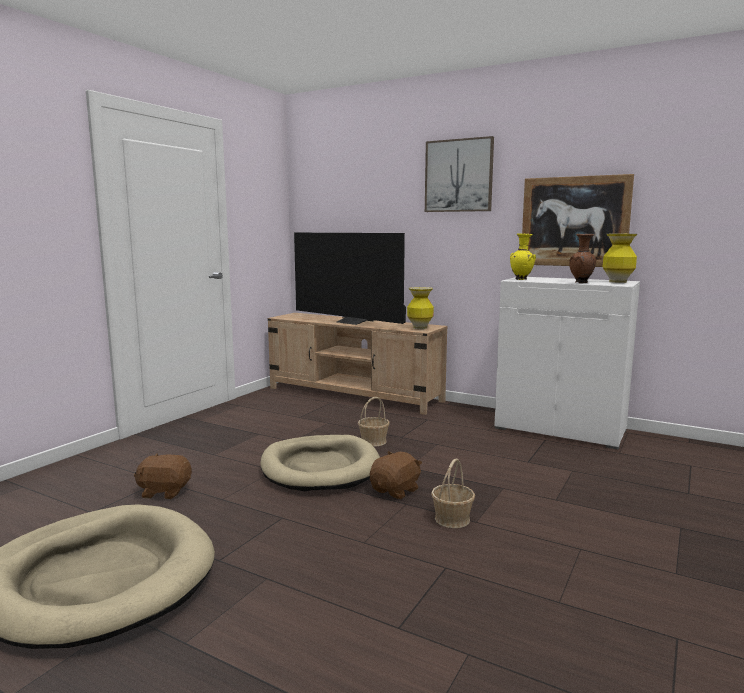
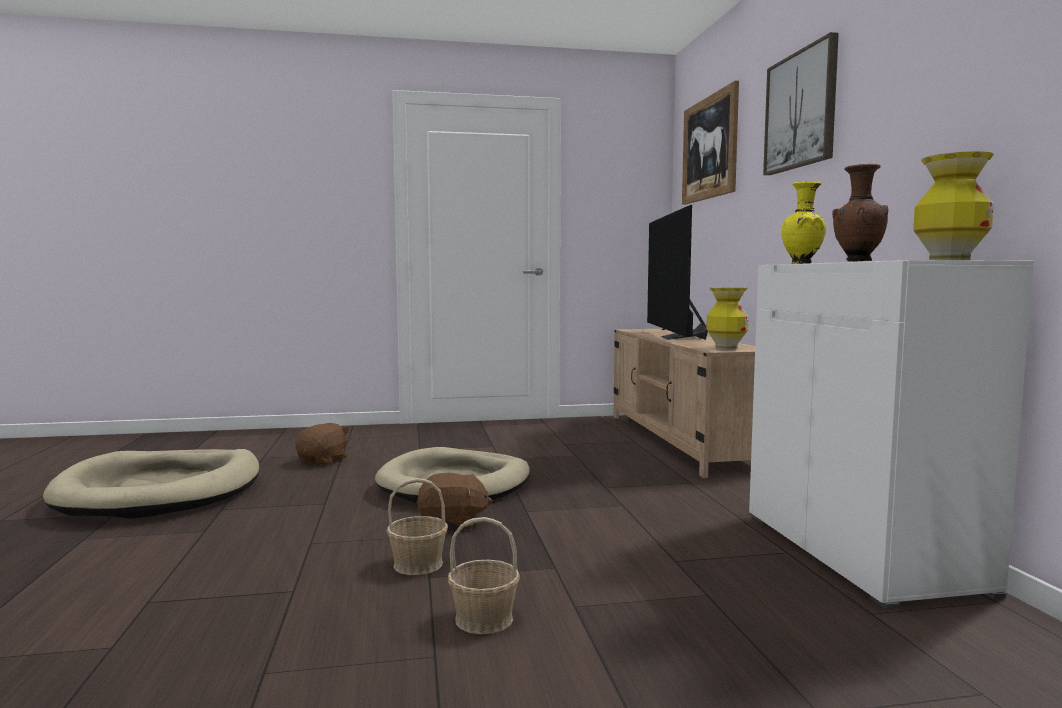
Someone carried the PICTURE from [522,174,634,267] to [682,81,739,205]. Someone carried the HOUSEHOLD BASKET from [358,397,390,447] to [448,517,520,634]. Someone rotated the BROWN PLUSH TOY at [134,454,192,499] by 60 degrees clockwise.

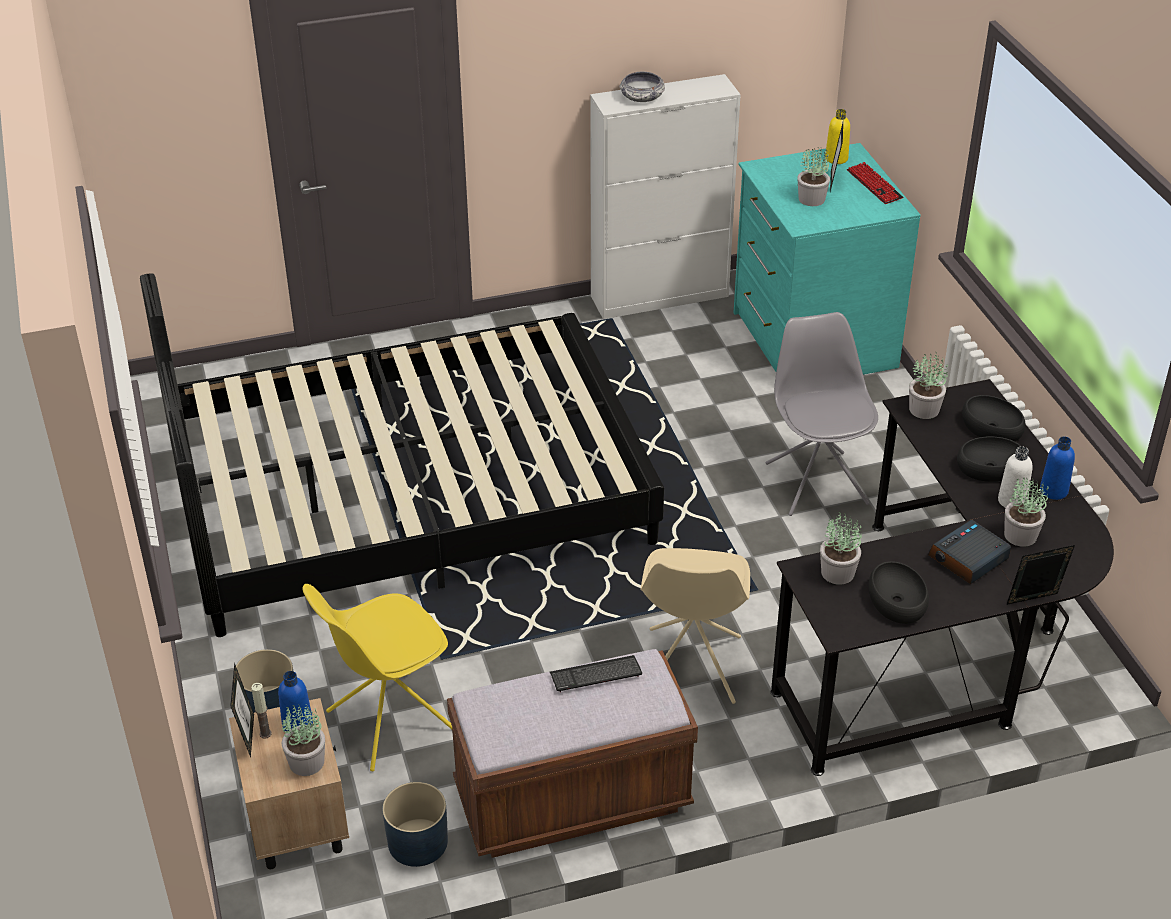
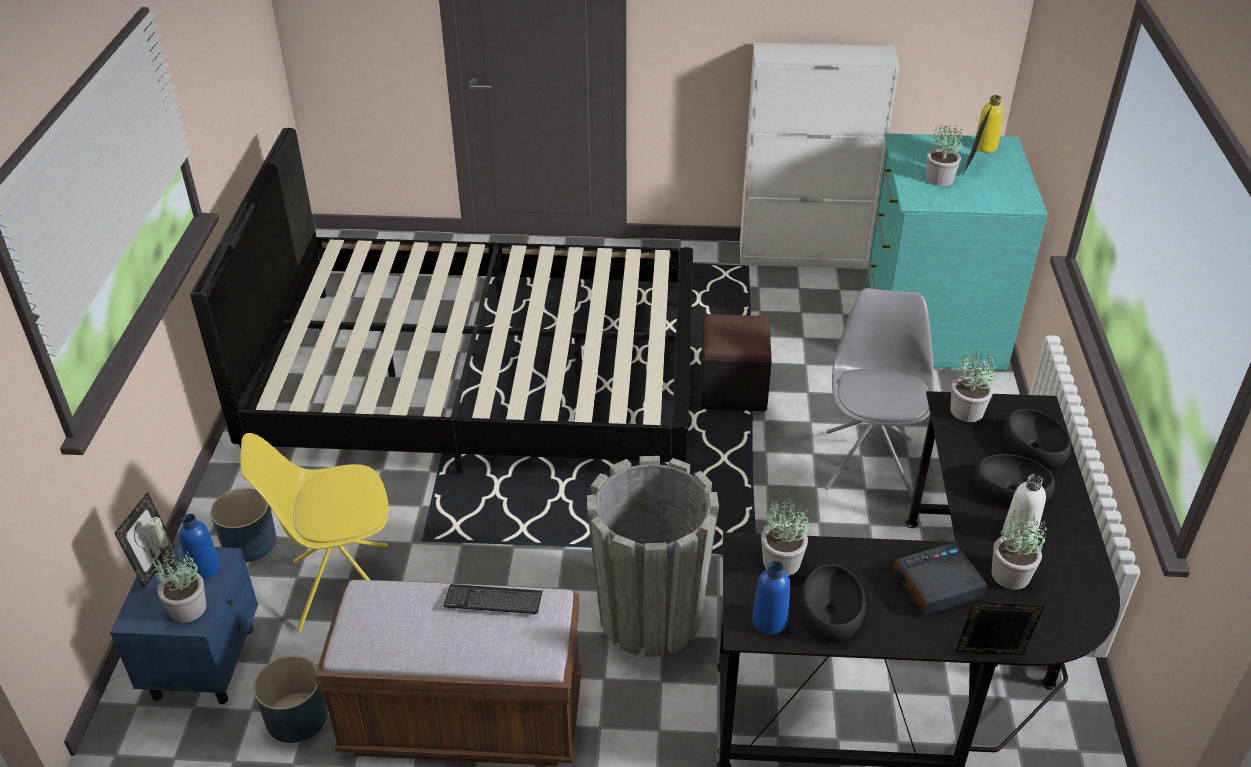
Someone took away the DEEP DISH at [620,72,665,102]. Someone took away the KEYBOARD at [847,162,903,204]. Someone carried the BLUE BEVERAGE BOTTLE from [1040,436,1075,500] to [752,561,790,634]. Someone swapped the SAND-COLOURED UPRIGHT CHAIR at [640,548,750,704] for the GRAY PLANTER at [587,456,719,657]. Someone repainted the SAND-COLOURED NIGHT TABLE at [229,698,349,869], which became the BLUE NIGHT TABLE at [110,545,258,704]. Someone put down the BLACK POUFFE at [700,314,772,411].

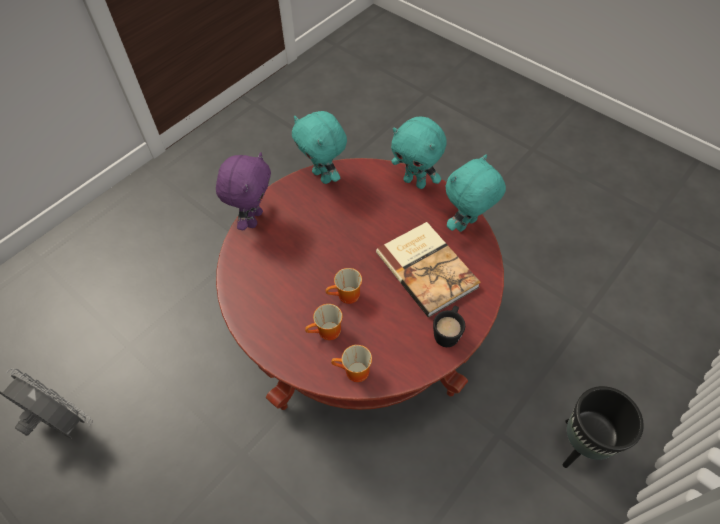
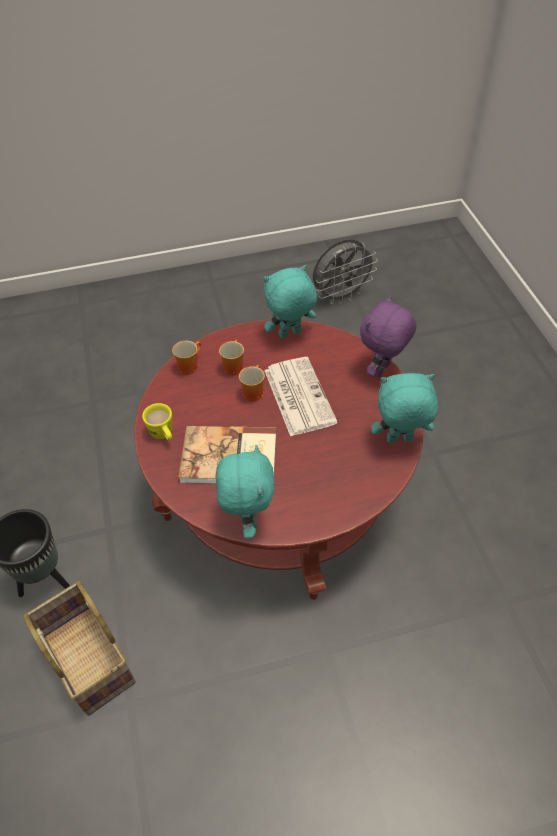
Someone carried the TURQUOISE-COLOURED PLUSH TOY from [391,117,447,189] to [264,265,317,338]. Someone rotated the PURPLISH PLUSH TOY at [216,152,271,230] by 75 degrees clockwise. Someone repainted the BLACK MUG at [433,306,465,347], which became the YELLOW MUG at [142,403,172,441]. Someone put down the PRINTED PAPER at [264,357,338,437]. Someone put down the HOUSEHOLD BASKET at [24,581,136,716].

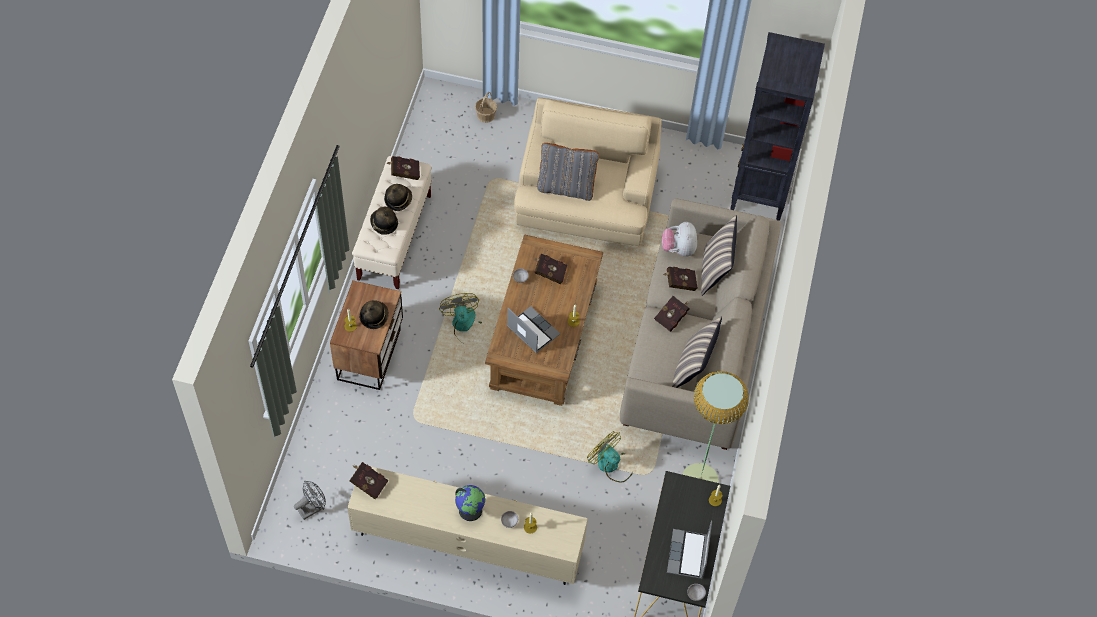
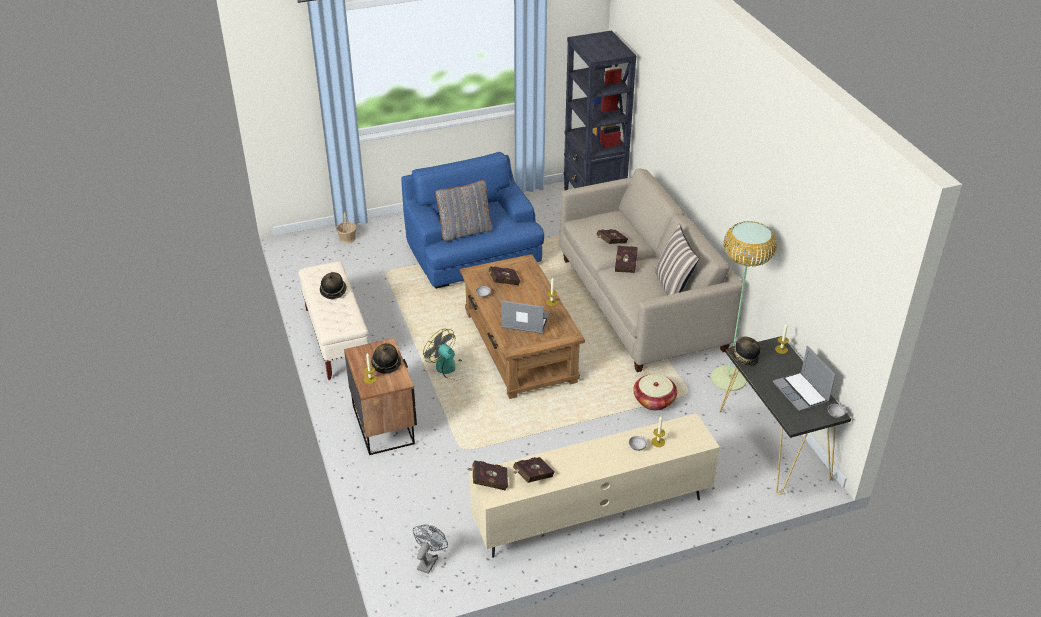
Someone repainted the SAND-COLOURED EASY CHAIR at [514,97,661,246], which became the BLUE EASY CHAIR at [401,152,544,289]. Someone carried the REDDISH VOLUME from [387,156,420,180] to [513,457,555,483]. Someone carried the WEARABLE HAT from [370,206,398,235] to [728,337,760,366]. Someone took away the THROW PILLOW at [701,215,737,296]. Someone took away the PLUSH TOY at [662,222,697,257]. Someone swapped the COOLING FAN at [587,431,633,483] for the HOUSEHOLD BASKET at [633,374,677,410]. Someone took away the WORLD GLOBE at [455,485,485,521].

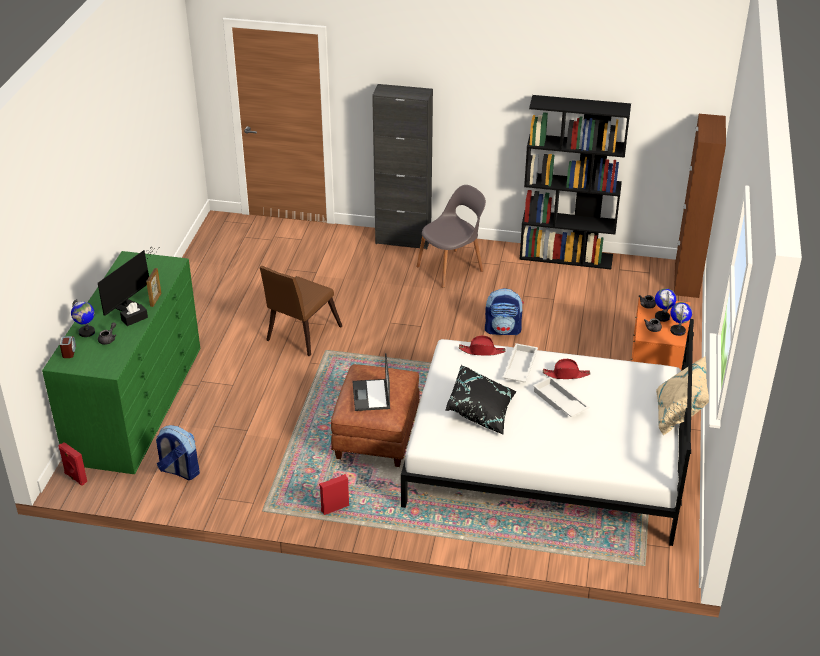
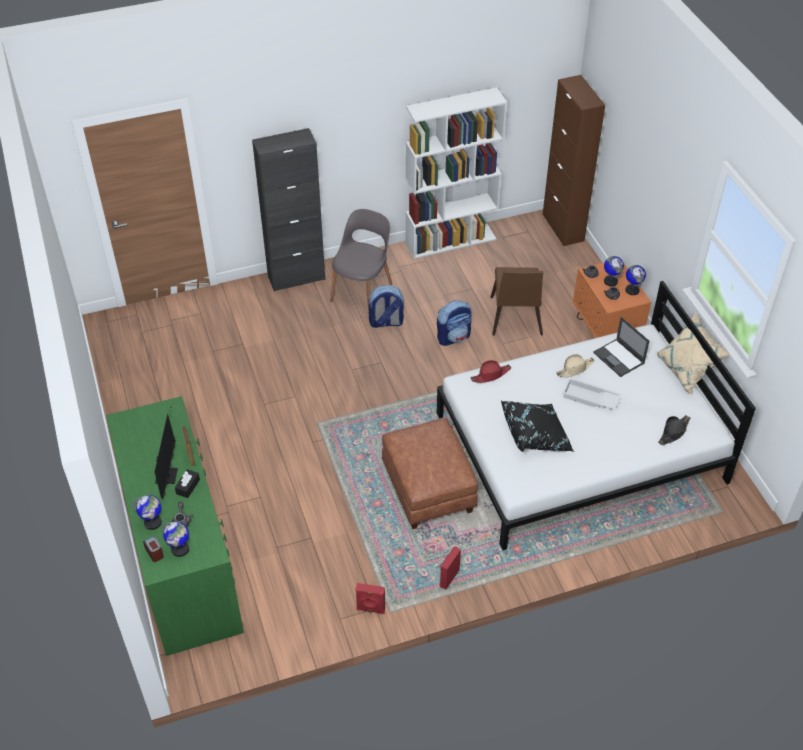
Someone repainted the BLACK SHELVING UNIT at [519,95,631,269], which became the WHITISH SHELVING UNIT at [405,87,507,259]. Someone carried the BROWN UPRIGHT CHAIR from [260,266,342,357] to [491,267,543,336]. Someone took away the WHITISH TRAY at [503,343,538,383]. Someone carried the NOTEBOOK COMPUTER from [353,353,390,411] to [593,317,649,377]. Someone repainted the REDDISH WEARABLE HAT at [543,359,590,379], which became the SAND-COLOURED WEARABLE HAT at [556,354,594,377]. Someone carried the BACKPACK from [156,425,200,480] to [368,285,404,328]. Someone carried the REDDISH SPEAKER from [59,442,87,486] to [355,583,385,614]. Someone put down the BLACK WEARABLE HAT at [658,415,690,445]. Someone put down the WORLD GLOBE at [162,522,189,557].

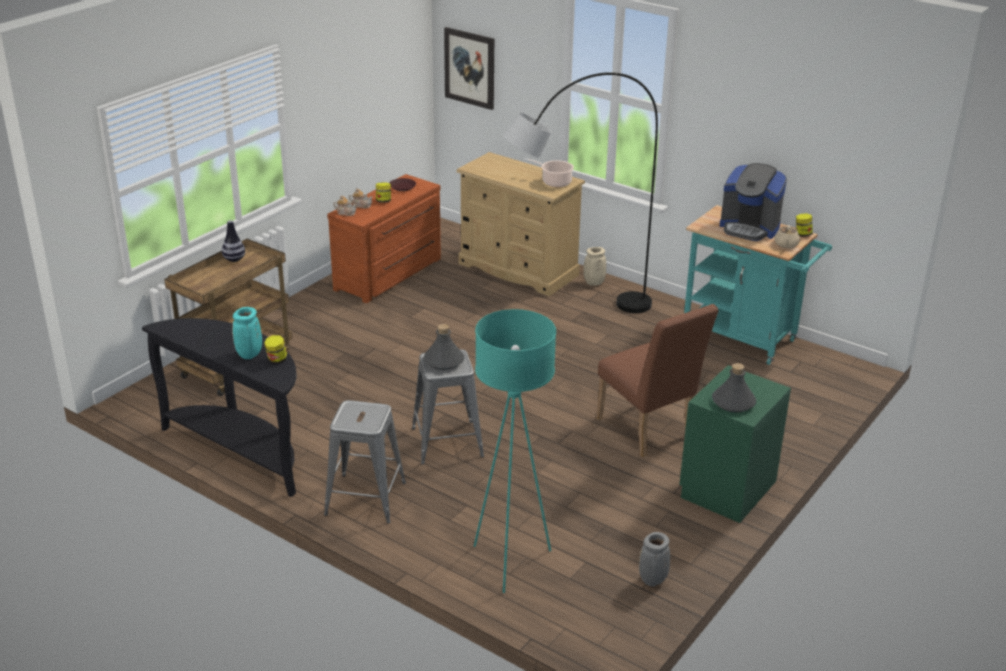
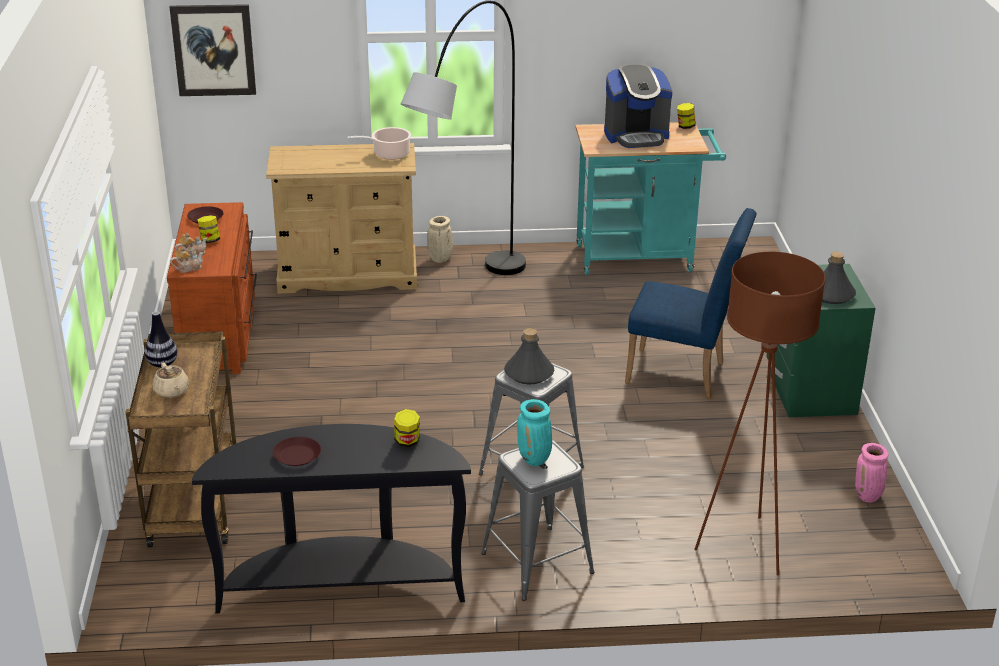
Someone carried the SAND-COLOURED POT FOR TEA from [774,225,800,248] to [153,363,189,398]. Someone repainted the BROWN UPRIGHT CHAIR at [596,304,719,457], which became the BLUE UPRIGHT CHAIR at [625,208,757,398]. Someone carried the TURQUOISE-COLOURED VASE from [232,307,262,359] to [517,399,552,466]. Someone repainted the TURQUOISE-COLOURED STANDARD LAMP at [474,309,556,593], which became the BROWN STANDARD LAMP at [694,252,826,576]. Someone repainted the GRAY VASE at [639,532,670,587], which became the PINK VASE at [855,443,888,503]. Someone put down the BROWN FLAT DISH at [273,437,321,466].

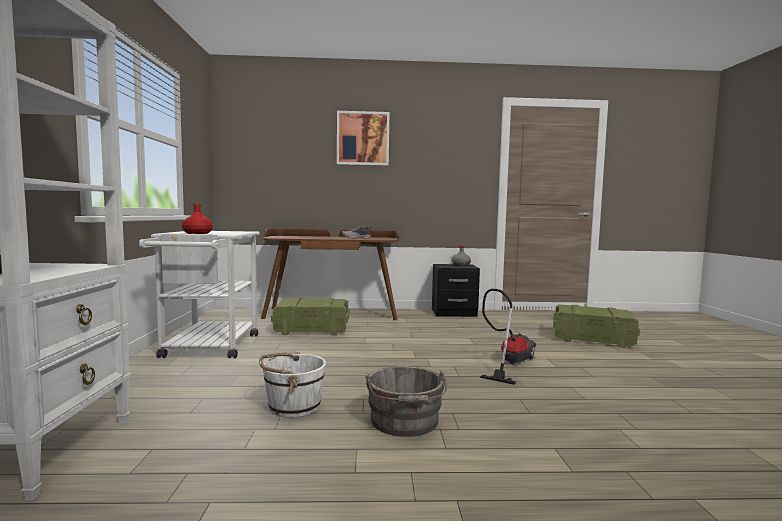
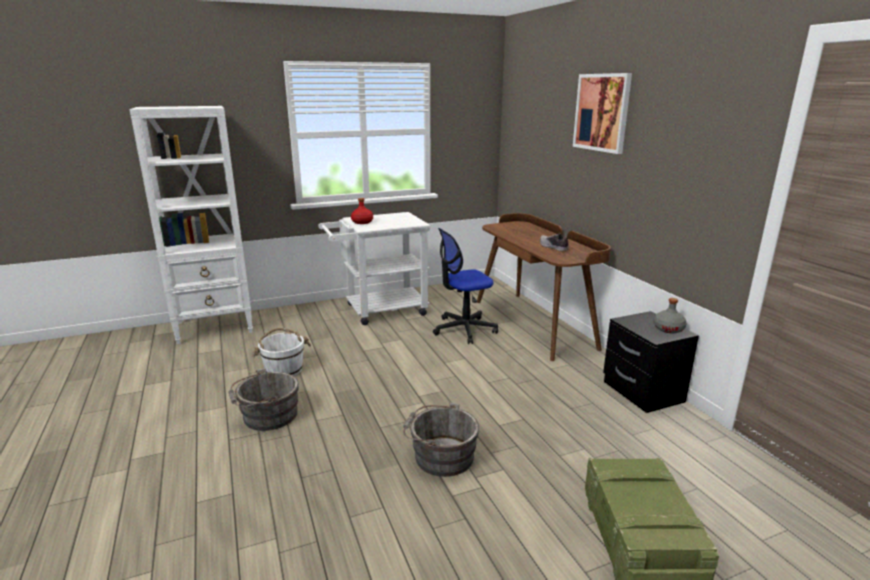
Someone swapped the VACUUM at [480,289,536,385] for the GRAY WATER BUCKET at [403,402,479,477]. Someone swapped the SHIPPING CRATE at [271,298,350,336] for the OFFICE CHAIR at [433,228,498,344].

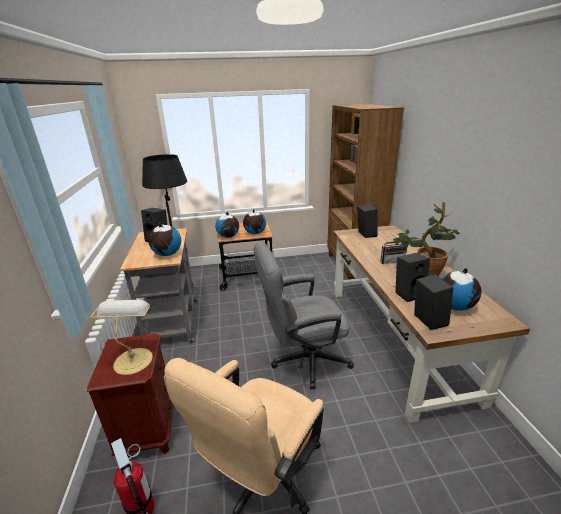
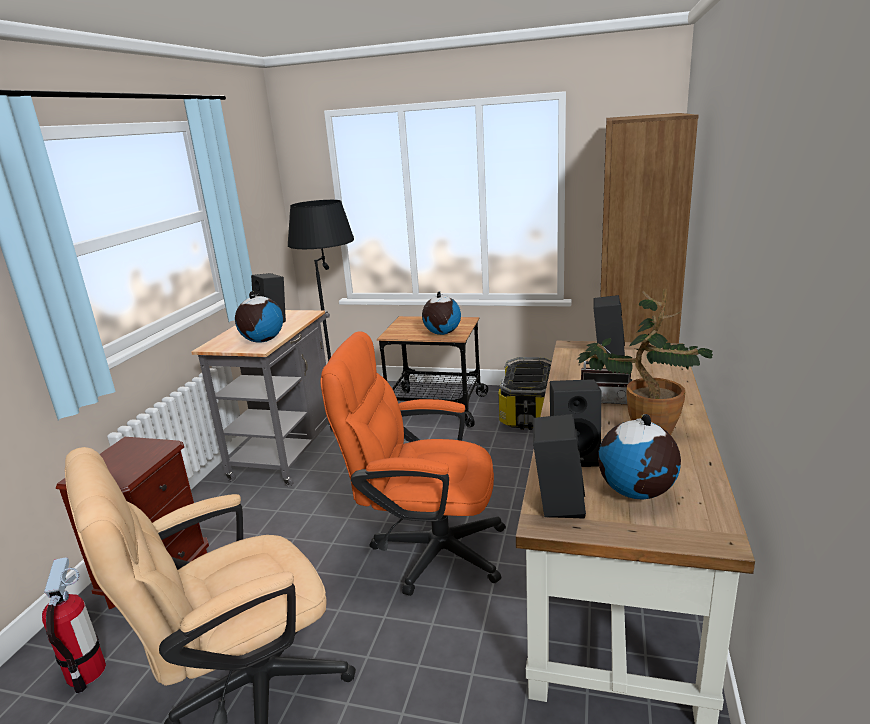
Someone took away the WORLD GLOBE at [215,212,239,238]. Someone repainted the GRAY OFFICE CHAIR at [254,242,354,389], which became the ORANGEY OFFICE CHAIR at [320,331,506,596]. Someone took away the LAMP FOR A TABLE at [90,300,153,375]. Someone put down the STORAGE BOX at [498,357,552,430].

